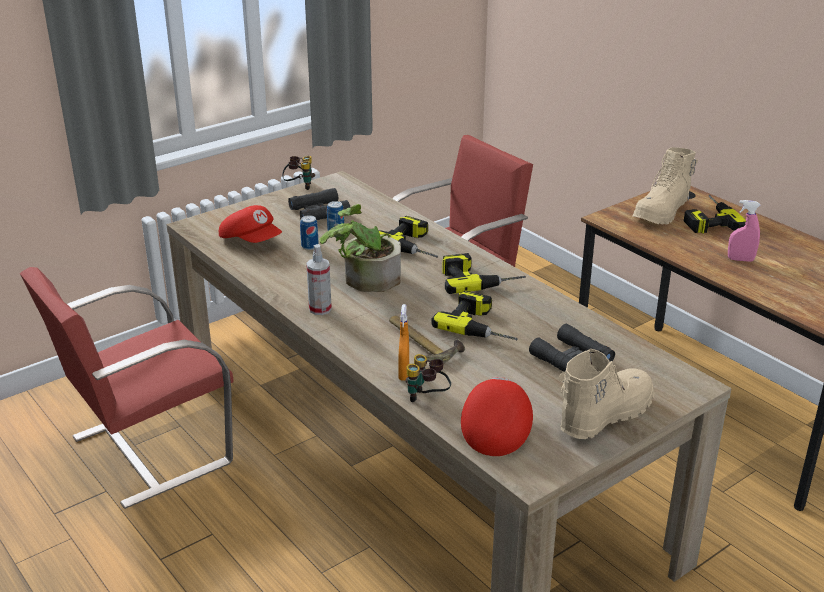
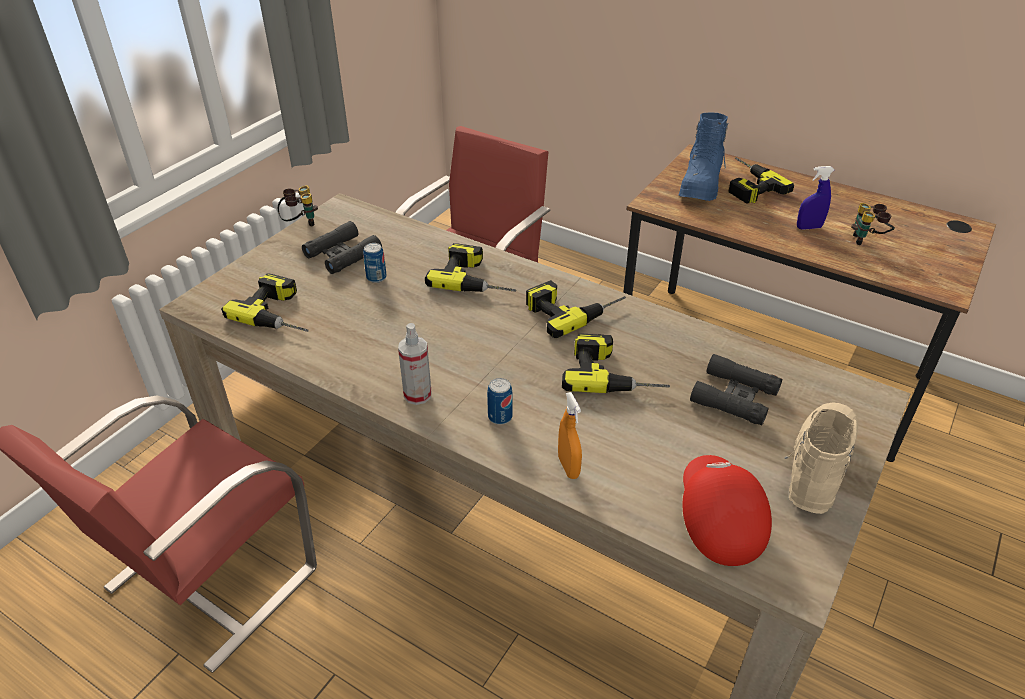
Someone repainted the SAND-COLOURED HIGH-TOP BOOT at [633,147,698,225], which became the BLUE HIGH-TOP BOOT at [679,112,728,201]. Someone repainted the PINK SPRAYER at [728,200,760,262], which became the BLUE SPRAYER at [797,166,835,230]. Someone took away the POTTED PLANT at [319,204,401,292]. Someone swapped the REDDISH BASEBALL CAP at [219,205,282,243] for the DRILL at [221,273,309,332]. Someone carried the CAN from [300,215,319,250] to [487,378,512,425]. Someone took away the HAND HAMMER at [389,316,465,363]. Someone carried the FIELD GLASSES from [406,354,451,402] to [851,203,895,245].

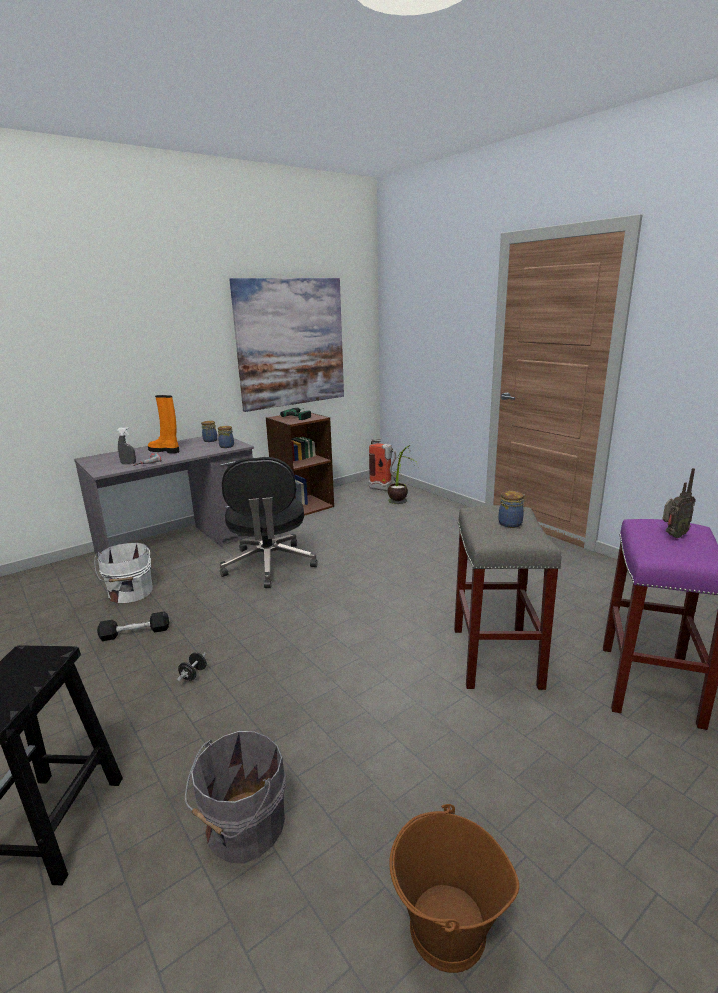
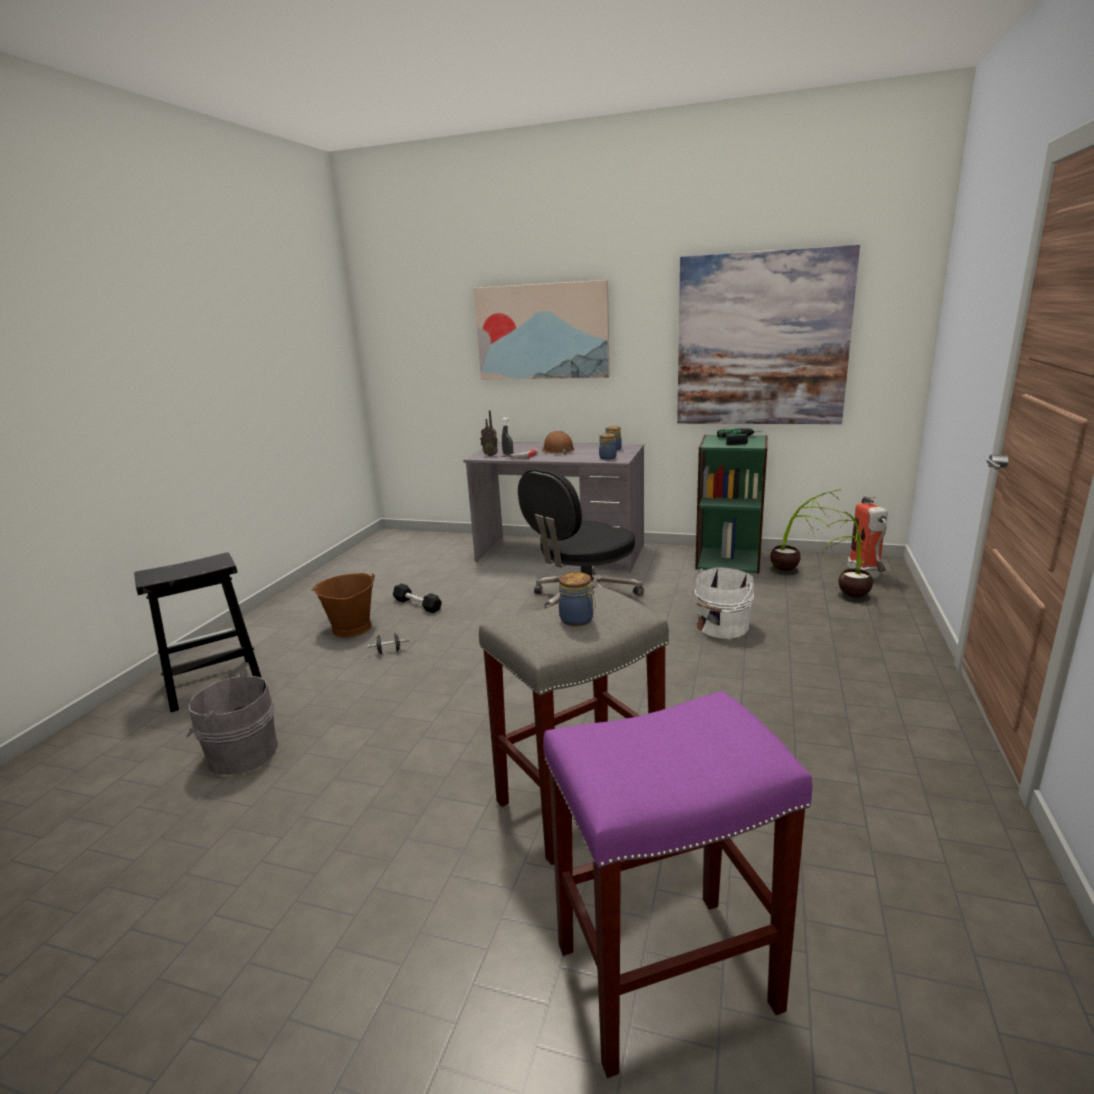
Someone swapped the ORANGEY HIGH-TOP BOOT at [148,395,179,453] for the BROWN WORK HELMET at [542,431,575,455]. Someone repainted the BROWN SHELVING UNIT at [266,411,334,516], which became the GREEN SHELVING UNIT at [695,435,768,573]. Someone carried the RADIO RECEIVER from [662,468,695,538] to [480,410,498,456]. Someone carried the WHITISH WATER BUCKET from [94,543,153,603] to [689,567,754,639]. Someone carried the BROWN WATER BUCKET from [389,804,519,973] to [311,573,375,637]. Someone put up the PICTURE at [473,280,610,380]. Someone put down the POTTED PLANT at [770,489,844,576].

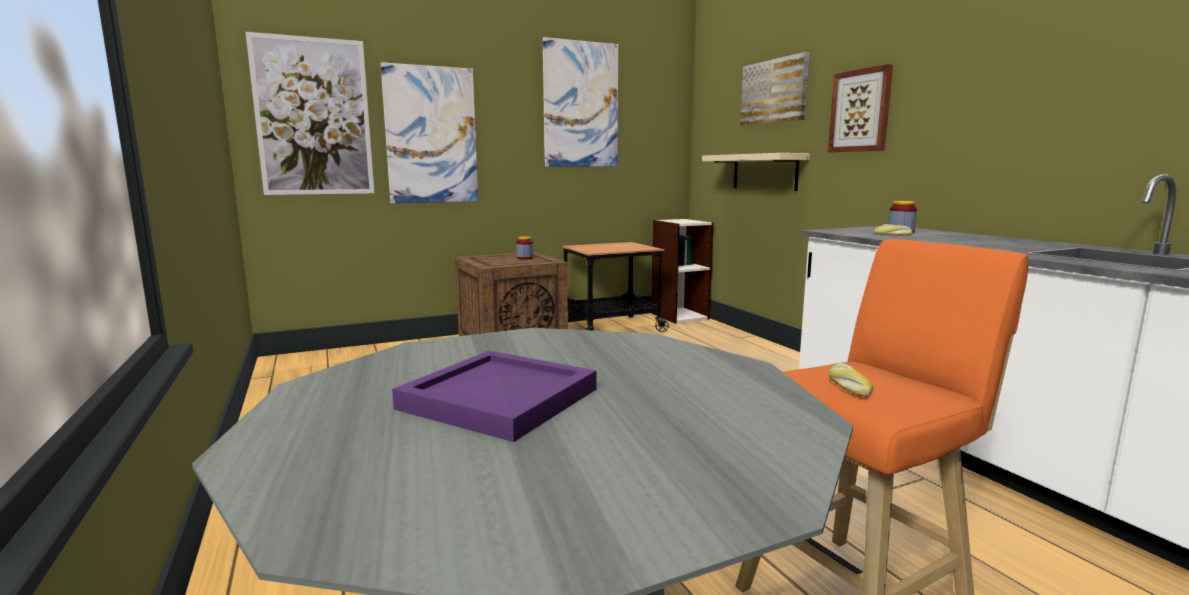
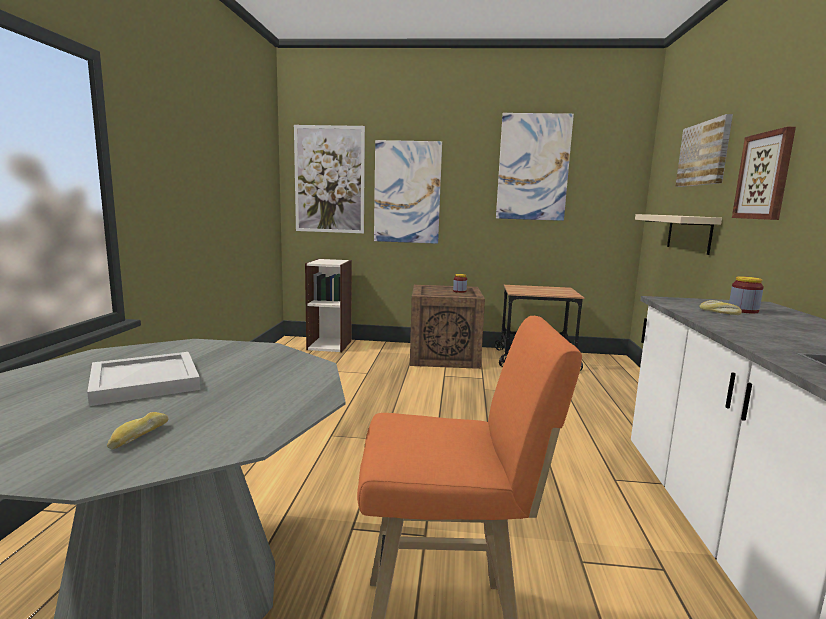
Someone carried the SHELVING UNIT from [651,219,713,324] to [305,259,352,352]. Someone repainted the PURPLISH TRAY at [392,351,597,442], which became the WHITISH TRAY at [87,352,200,406]. Someone carried the BREAD from [829,363,874,397] to [107,412,169,449].

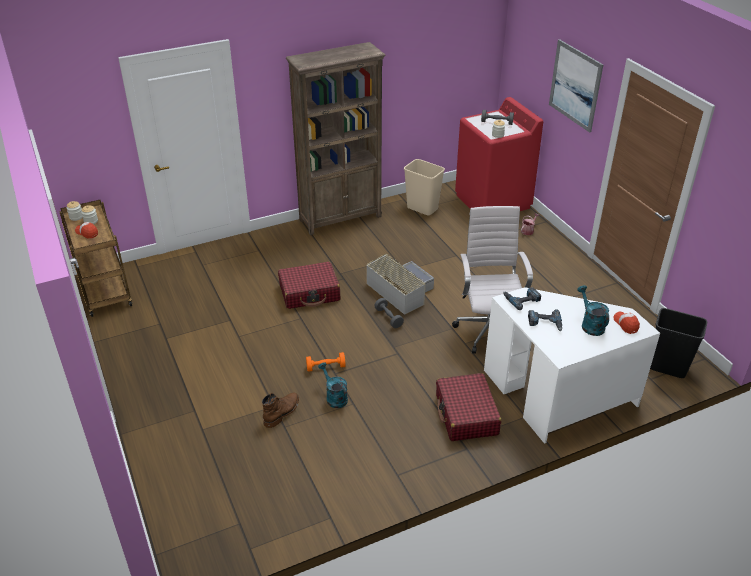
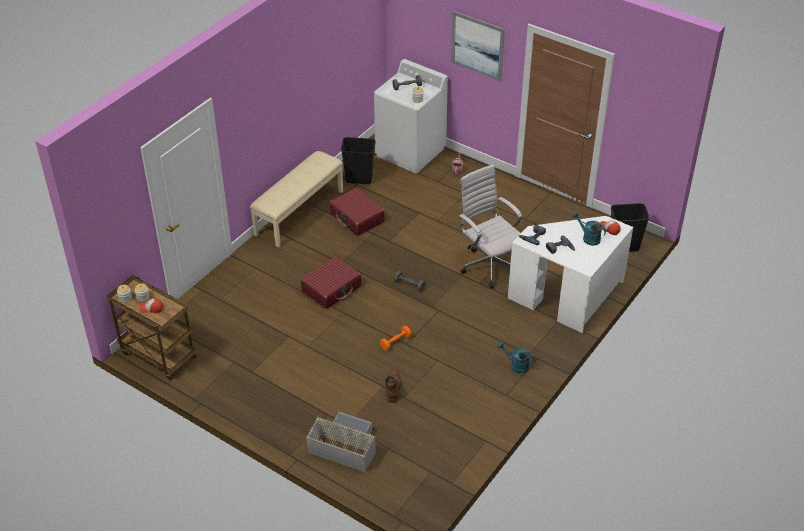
Someone swapped the BROWN SHELVING UNIT at [286,42,386,235] for the SAND-COLOURED BENCH at [250,151,343,248]. Someone repainted the REDDISH LAUNDRY MACHINE at [455,97,543,211], which became the WHITISH LAUNDRY MACHINE at [374,59,448,173]. Someone repainted the SAND-COLOURED WASTE BIN at [404,159,445,215], which became the BLACK WASTE BIN at [341,137,376,184]. Someone carried the GRAY STORAGE BOX from [366,253,434,315] to [307,412,376,472]. Someone carried the TURQUOISE-COLOURED WATERING CAN from [318,362,348,408] to [497,342,535,373]. Someone carried the REDDISH PIECE OF LUGGAGE from [436,373,501,441] to [329,188,385,236].

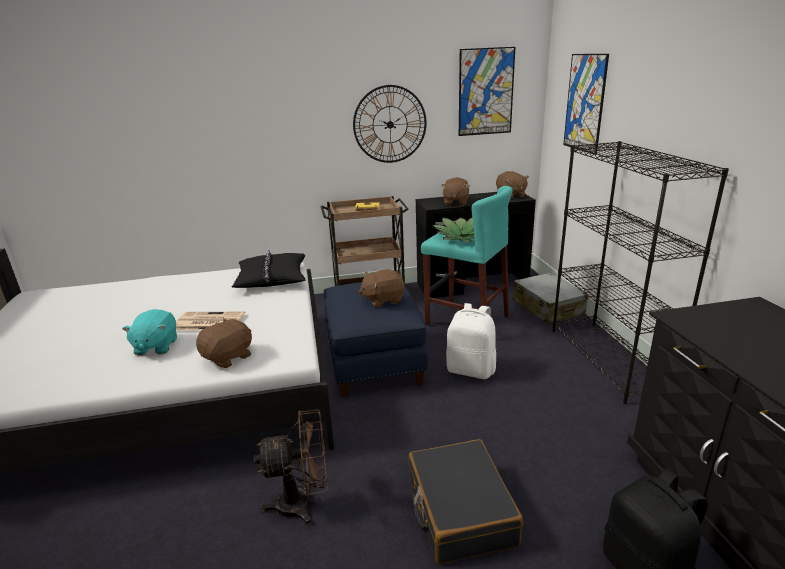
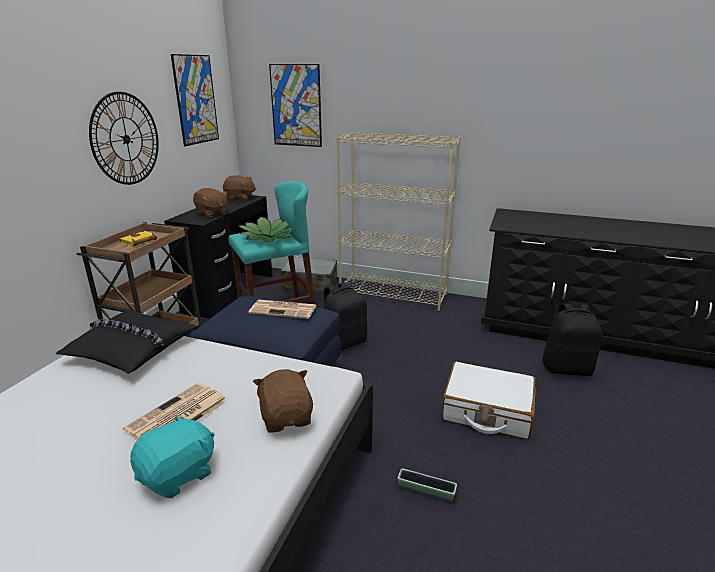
Someone repainted the BLACK SHELVING UNIT at [552,141,729,404], which became the SAND-COLOURED SHELVING UNIT at [337,132,461,311]. Someone swapped the BROWN PLUSH TOY at [359,269,405,307] for the PRINTED PAPER at [249,300,317,319]. Someone repainted the WHITISH BACKPACK at [446,303,496,379], which became the BLACK BACKPACK at [324,282,367,351]. Someone rotated the TURQUOISE-COLOURED PLUSH TOY at [122,309,177,355] by 75 degrees counterclockwise. Someone swapped the BROWN COOLING FAN at [254,409,328,525] for the PLANTER at [398,468,457,503]. Someone repainted the BLACK PIECE OF LUGGAGE at [408,439,523,564], which became the WHITISH PIECE OF LUGGAGE at [442,361,536,440].

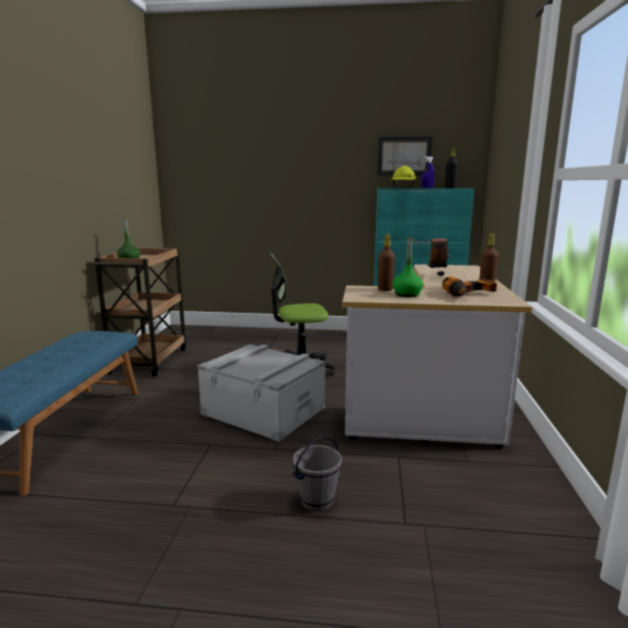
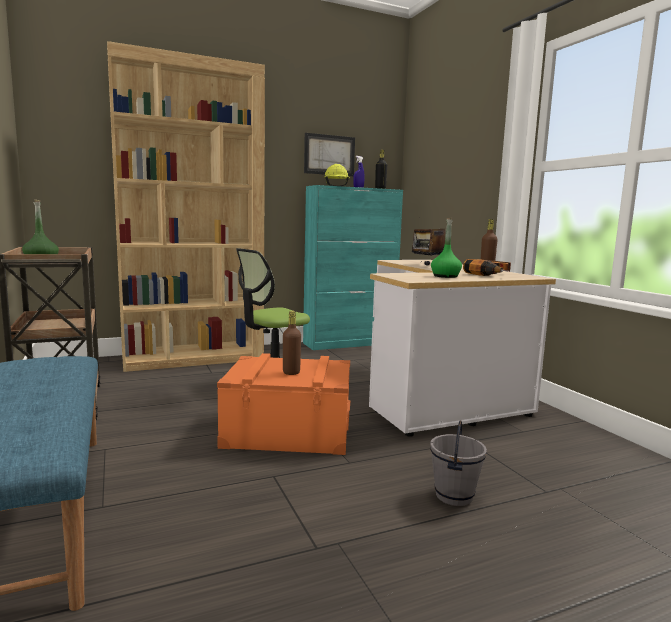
Someone carried the BROWN BEVERAGE BOTTLE from [378,234,395,291] to [283,311,301,375]. Someone repainted the GRAY STORAGE BOX at [197,344,326,442], which became the ORANGEY STORAGE BOX at [217,353,350,455]. Someone put down the BROWN SHELVING UNIT at [107,41,265,372].

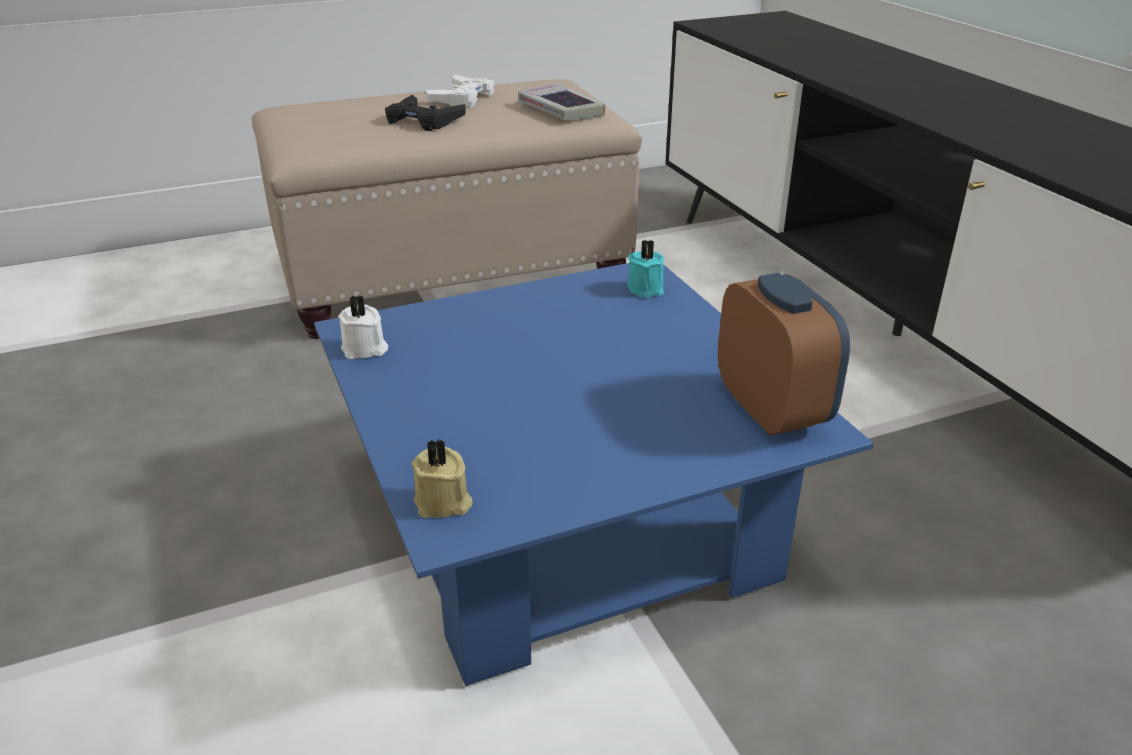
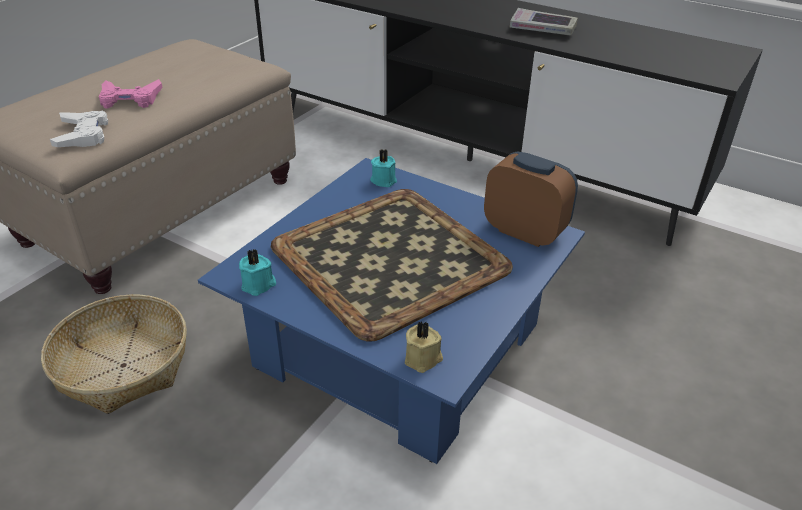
Someone carried the WHITISH JOYPAD from [425,74,494,108] to [50,110,108,147]. Someone carried the VOLUME from [518,83,605,120] to [510,8,578,36]. Someone repainted the BLACK JOYPAD at [385,95,466,131], which became the PINK JOYPAD at [99,79,163,109]. Someone repainted the WHITISH WAX CANDLE at [338,295,388,359], which became the TURQUOISE-COLOURED WAX CANDLE at [239,248,276,296]. Someone put down the TRAY at [271,189,513,342]. Someone put down the HOUSEHOLD BASKET at [41,294,187,414].

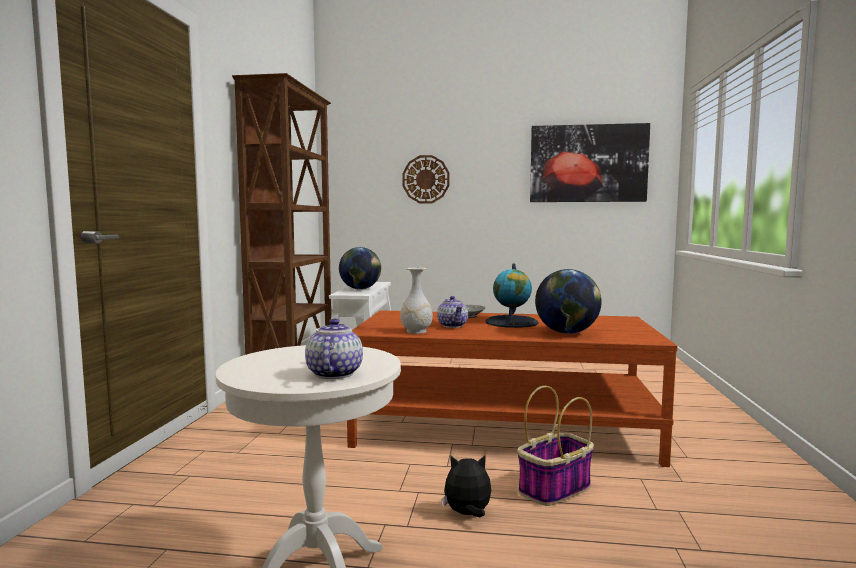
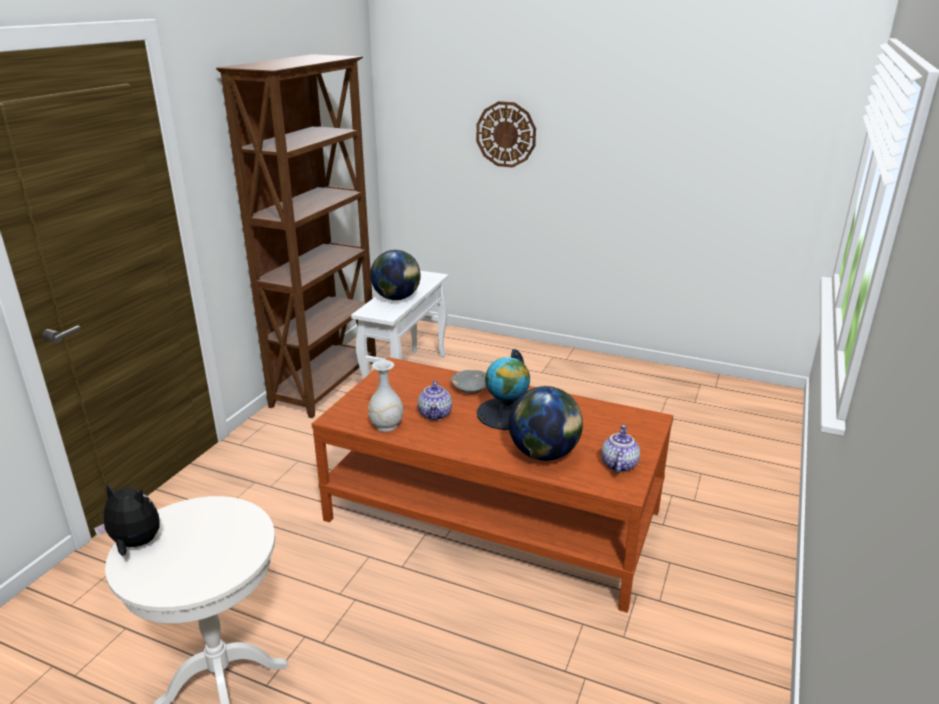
Someone took away the PICTURE at [530,123,650,202]. Someone carried the POT FOR TEA from [305,319,363,379] to [601,425,640,473]. Someone took away the HOUSEHOLD BASKET at [517,386,594,506]. Someone carried the PLUSH TOY from [441,455,491,517] to [94,483,160,556].

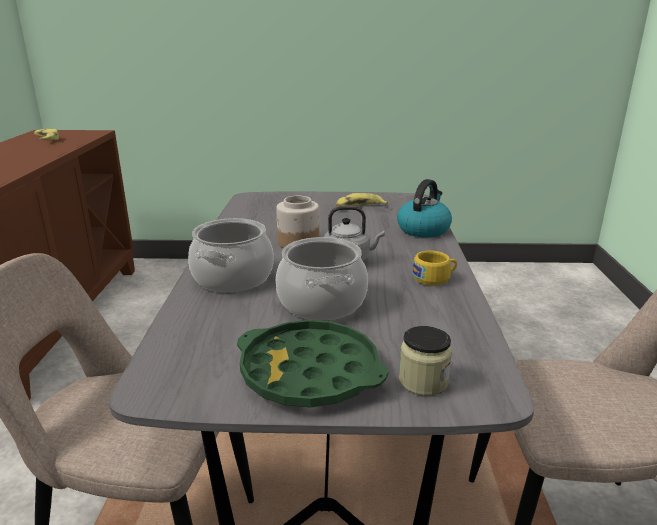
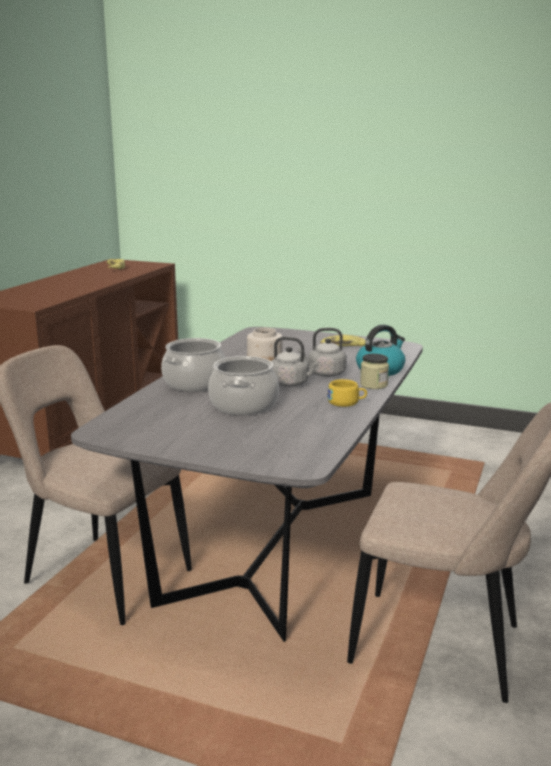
Someone took away the GREEN TRAY at [237,320,388,408]. Someone carried the PRESERVE JAR from [399,326,452,396] to [360,354,389,389]. Someone put down the GRAY TEA KETTLE at [298,328,347,377].

